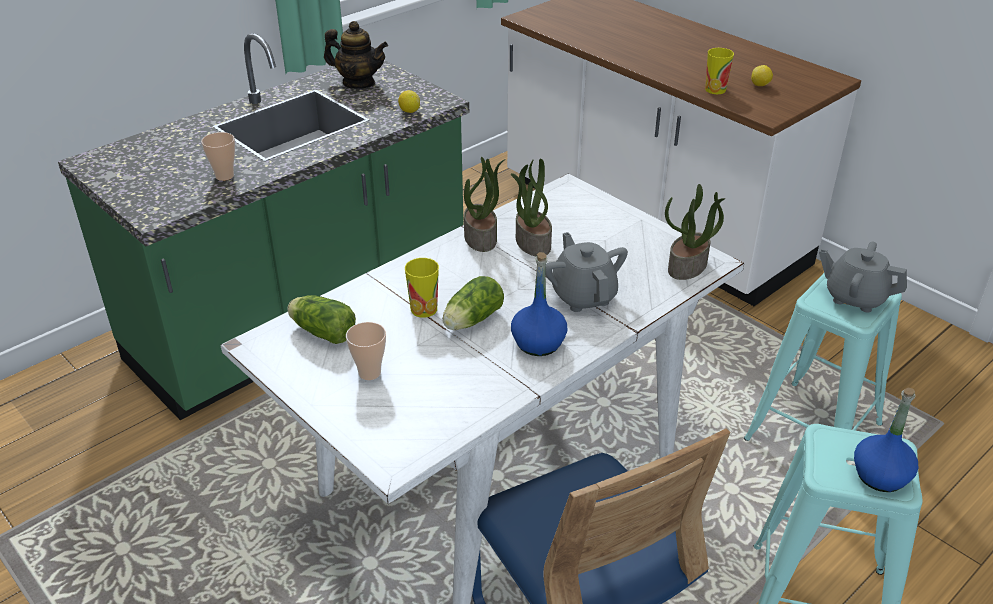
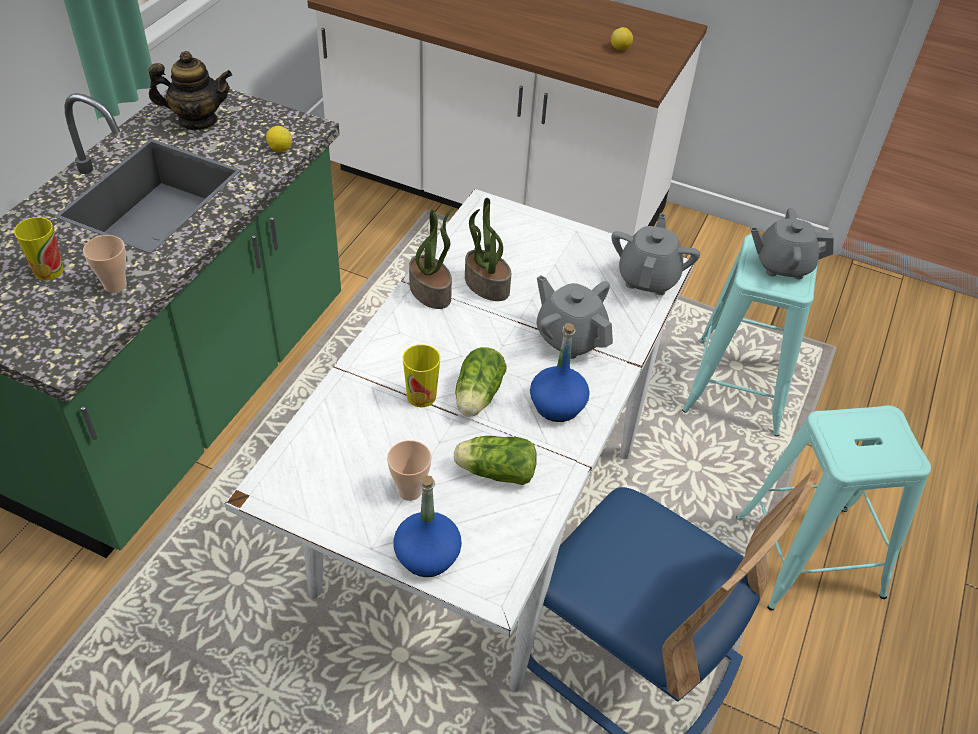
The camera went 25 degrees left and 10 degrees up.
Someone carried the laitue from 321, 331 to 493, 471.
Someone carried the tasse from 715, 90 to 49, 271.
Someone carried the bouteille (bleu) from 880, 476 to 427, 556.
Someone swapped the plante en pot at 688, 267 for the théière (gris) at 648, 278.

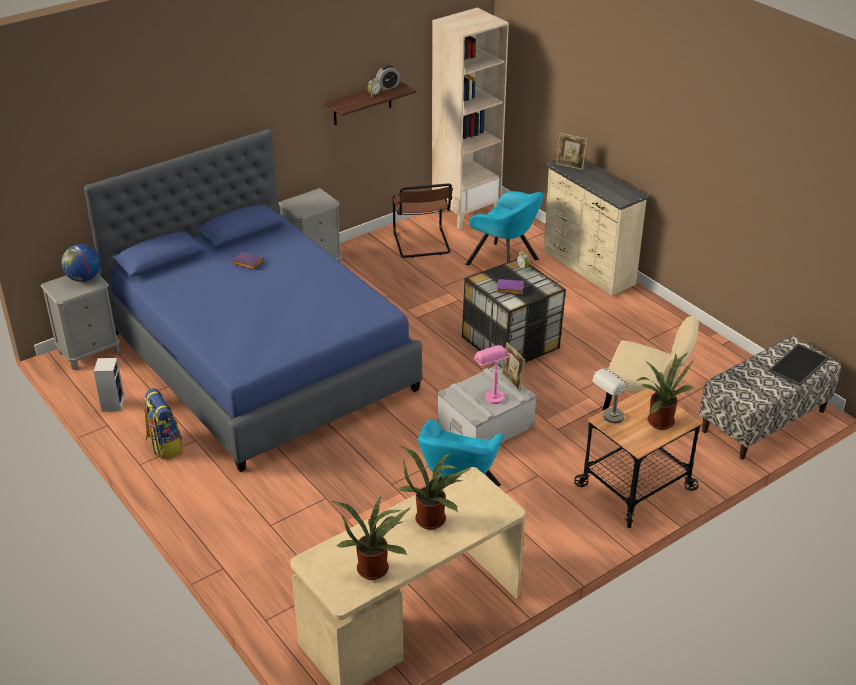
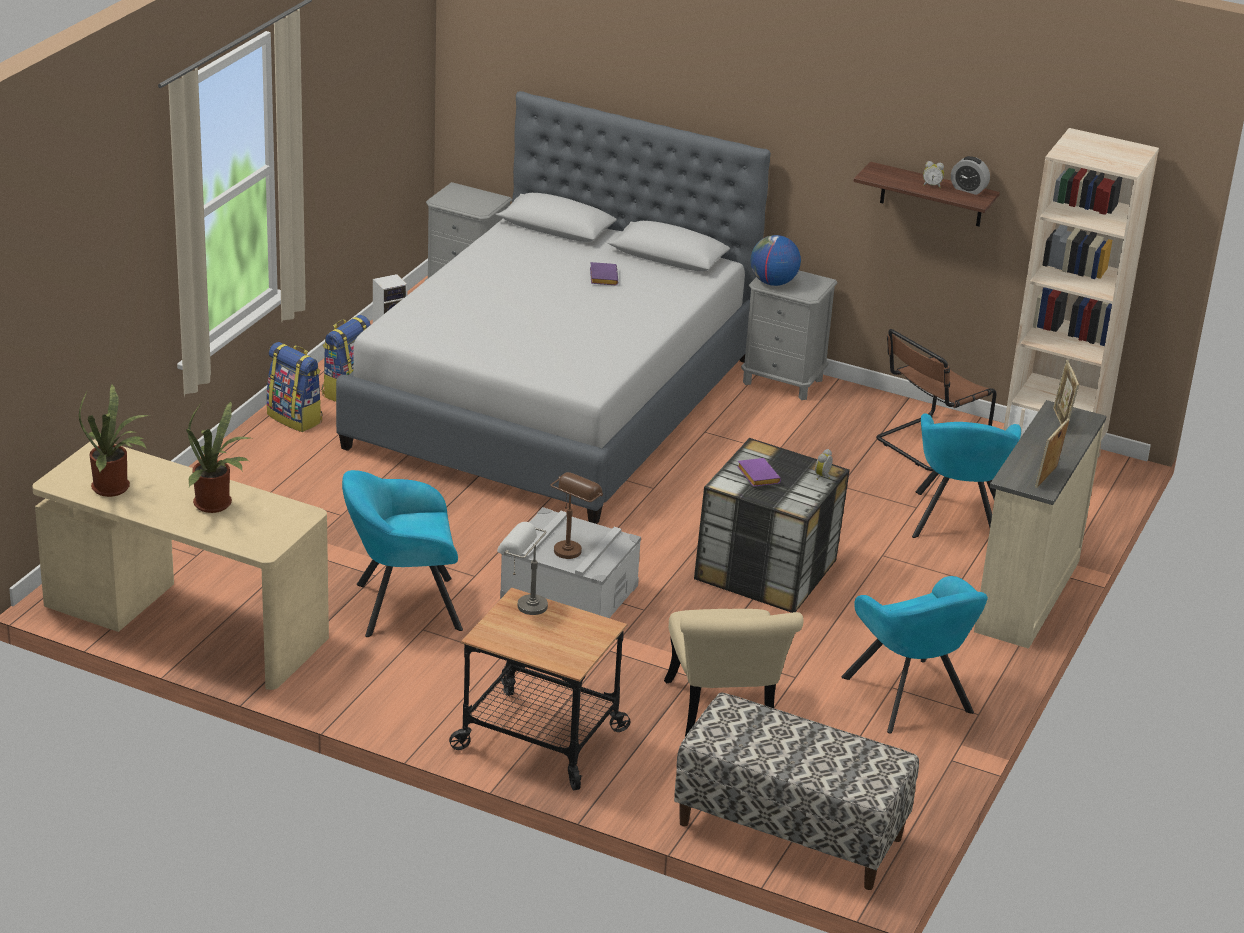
The camera went 60 degrees right and 5 degrees down.
Someone took away the plante en pot at 659, 420.
Someone took away the plateau at 799, 366.
Someone put down the sac à dos at 296, 418.
Someone put down the fauteuil (turquoise) at 910, 699.
Someone carried the globe from 84, 278 to 773, 283.
Someone carried the cadre photo from 512, 382 to 1047, 478.
Someone repainted the lit (bleu) at 261, 359, which became the lit (gris) at 553, 402.
Someone repainted the lampe de table (rose) at 490, 394, which became the lampe de table (marron) at 572, 546.

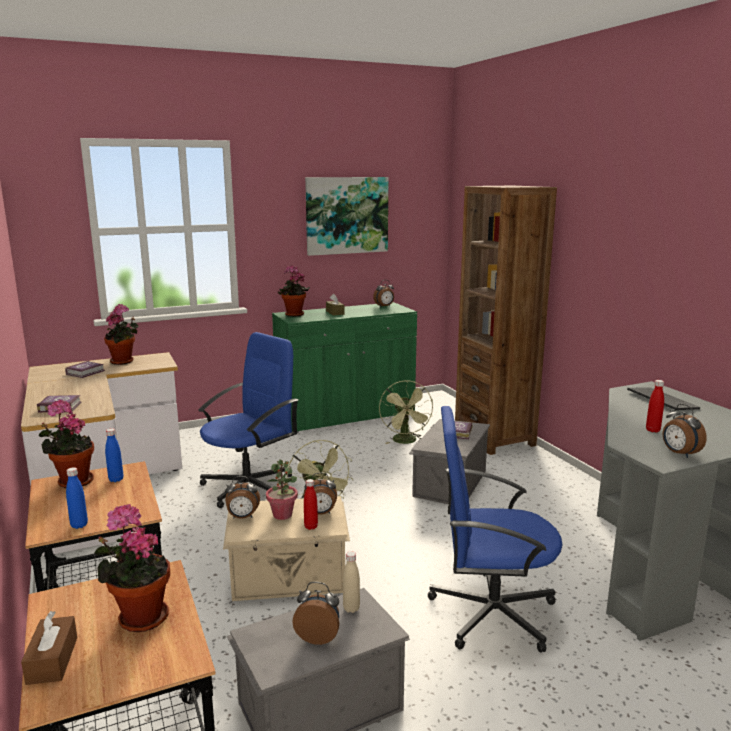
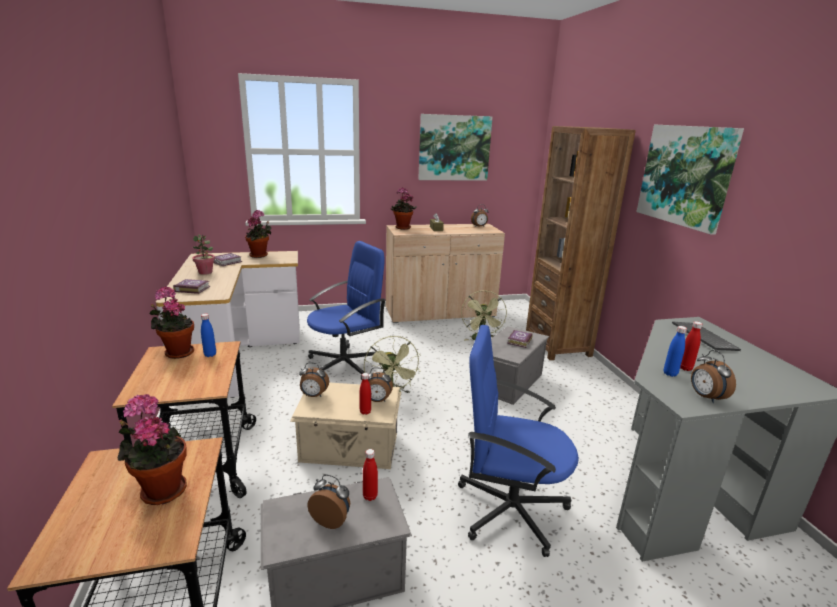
The camera went 10 degrees right and 5 degrees up.
Someone took away the boîte à mouchoirs (marron) at 52, 660.
Someone put up the tableau at 686, 175.
Someone carried the bouteille (bleu) from 79, 525 to 670, 373.
Someone carried the plante en pot from 282, 515 to 205, 272.
Someone repainted the meuble de rangement (vert) at 346, 415, which became the meuble de rangement (beige) at 440, 312.
Someone repainted the bouteille (beige) at 351, 608, which became the bouteille (rouge) at 370, 496.

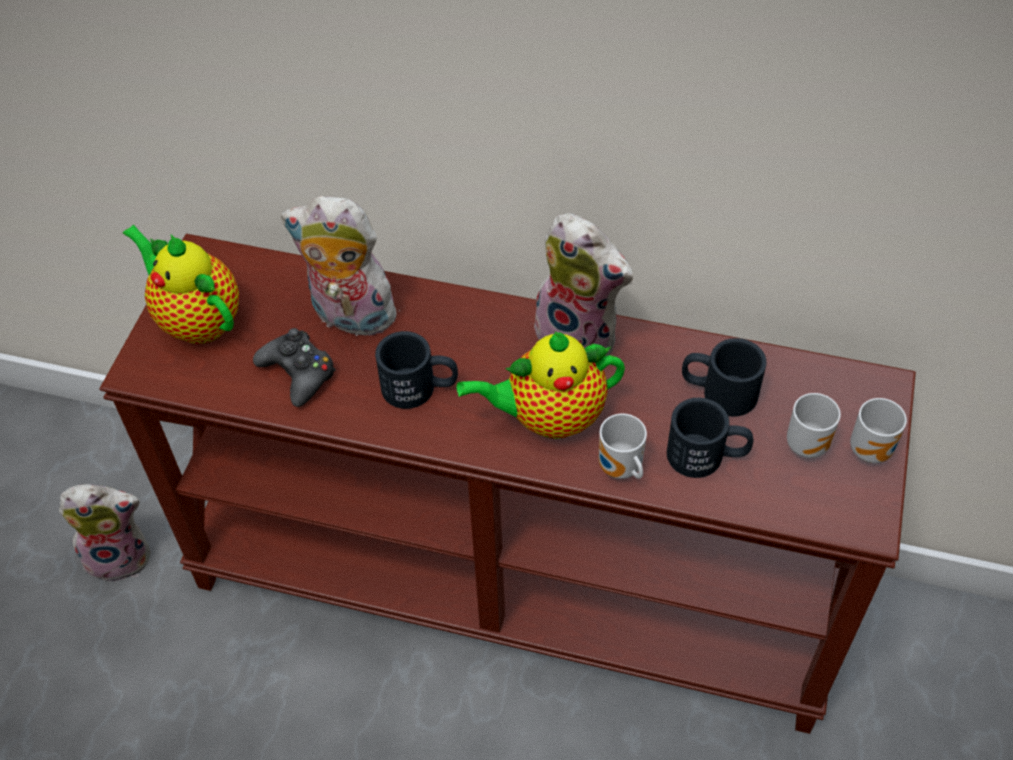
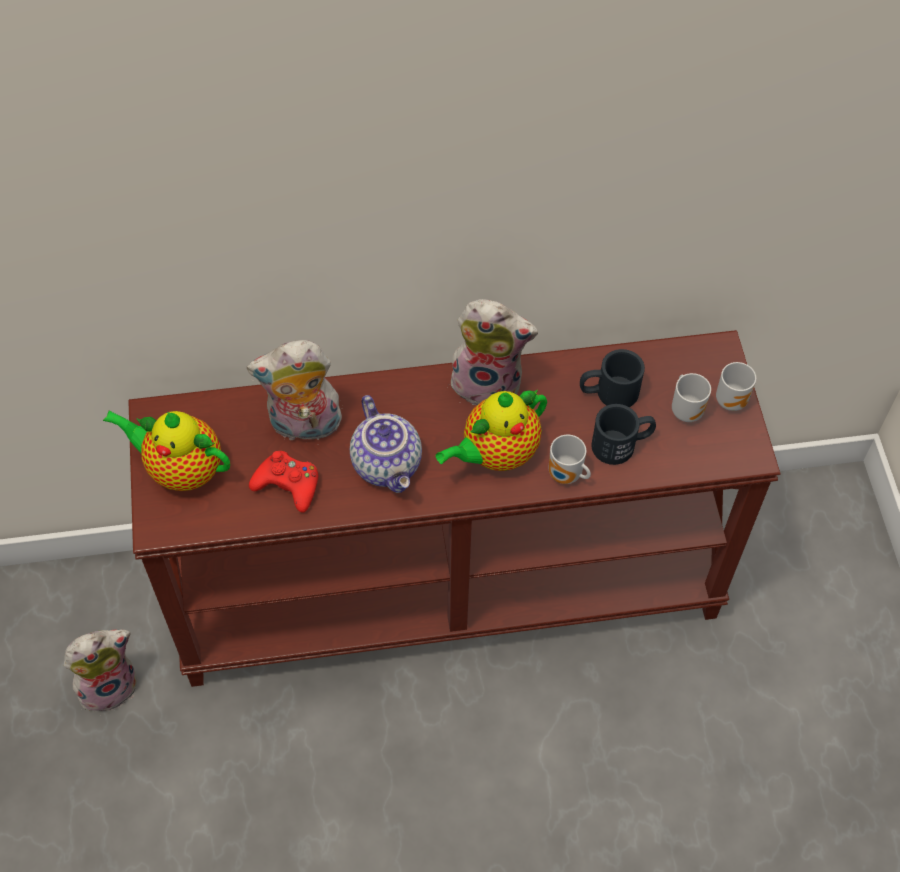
The camera went 25 degrees left and 5 degrees up.
Someone swapped the mug (noir) at 420, 388 for the théière at 388, 464.
Someone repainted the manette (noir) at 298, 373, which became the manette (rouge) at 288, 485.

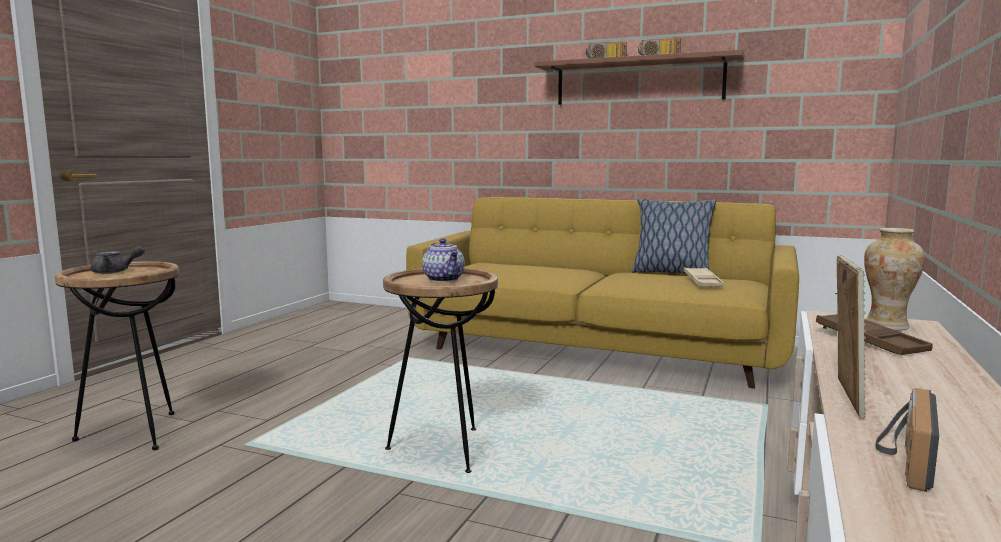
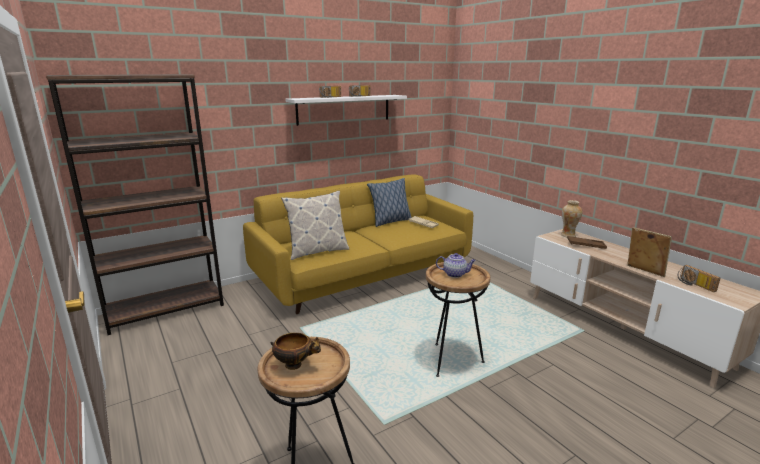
The camera went 55 degrees left and 10 degrees up.
Someone put down the bibliothèque (marron) at 166, 310.
Someone put down the coussin at 317, 251.
Someone swapped the théière (gris) at 115, 272 for the bol at 295, 365.
Someone repainted the étagère (marron) at 638, 81, which became the étagère (blanc) at 344, 109.

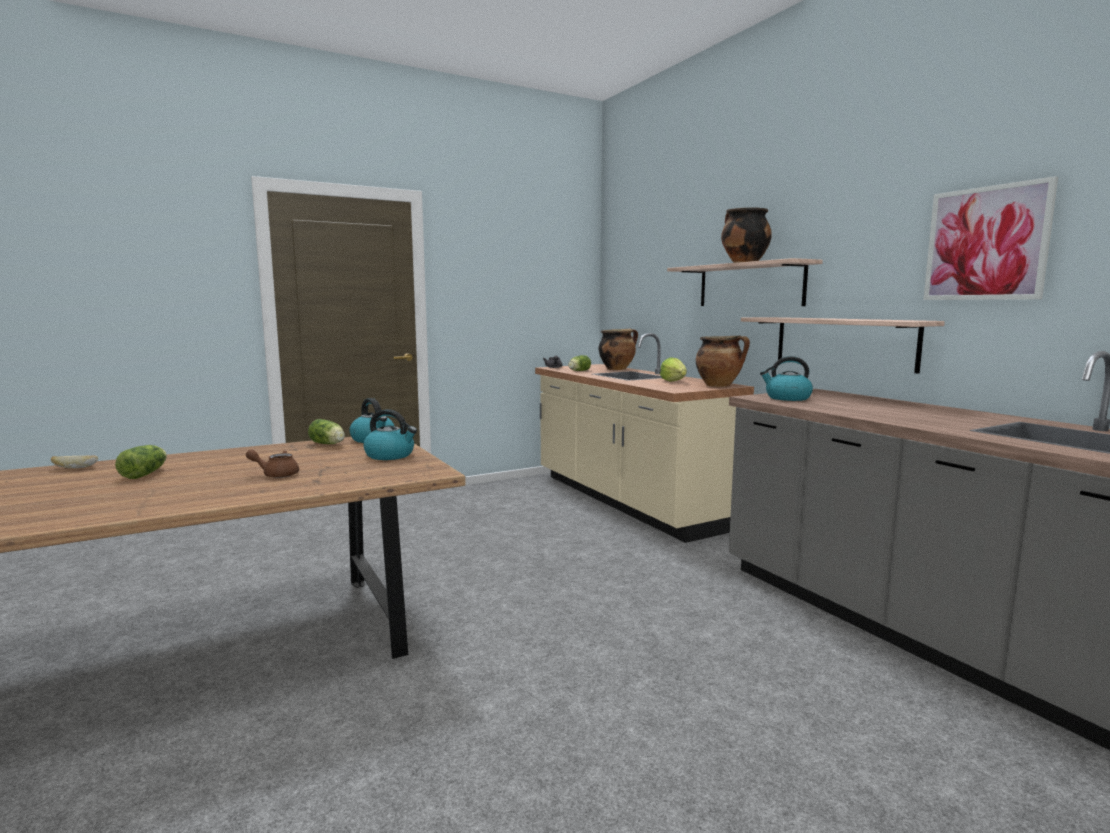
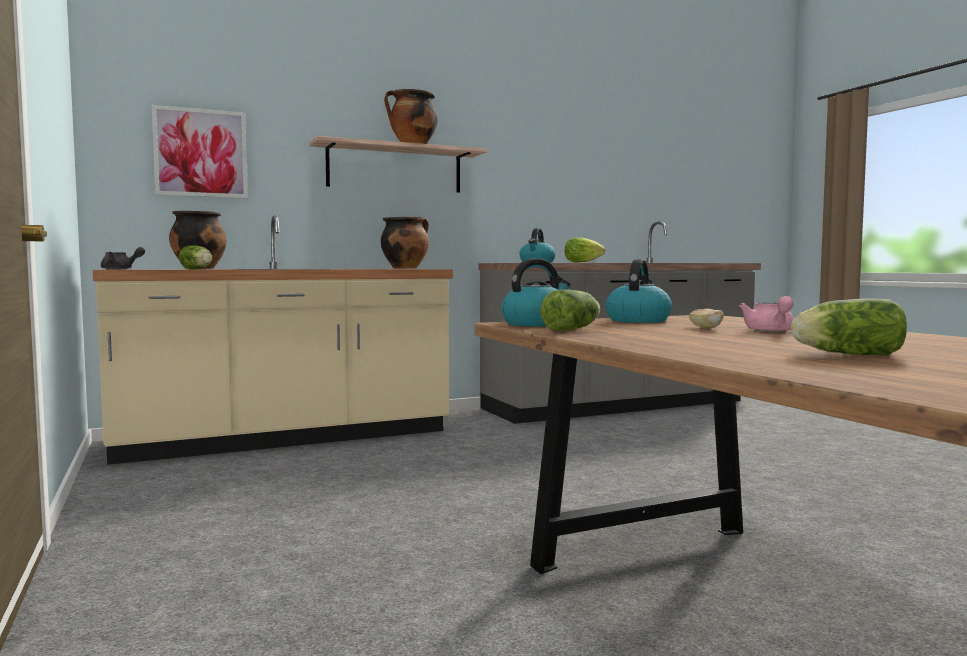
The camera went 85 degrees left and 5 degrees down.
Someone took away the étagère at 843, 342.
Someone carried the pain from 75, 468 to 705, 328.
Someone carried the laitue from 674, 381 to 582, 262.
Someone carried the tableau from 986, 243 to 201, 153.
Someone repainted the théière (marron) at 276, 474, which became the théière (rose) at 771, 331.

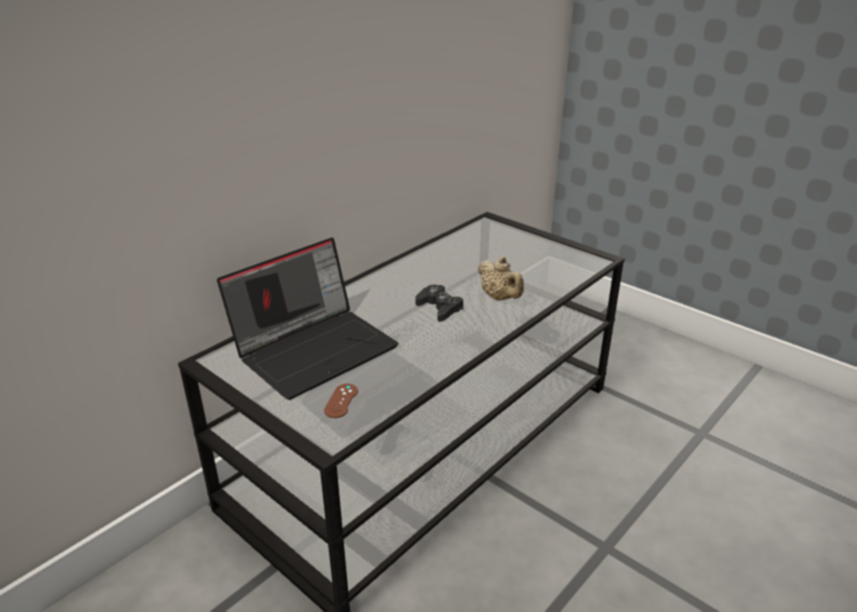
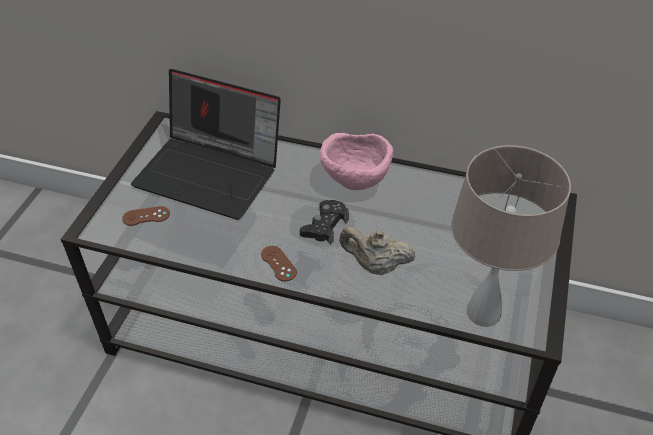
The camera went 65 degrees right and 15 degrees up.
Someone put down the manette (marron) at 278, 263.
Someone put down the bol (rose) at 355, 182.
Someone put down the lampe de table (beige) at 482, 312.
Someone rotated the théière (beige) at 500, 298 by 75 degrees clockwise.

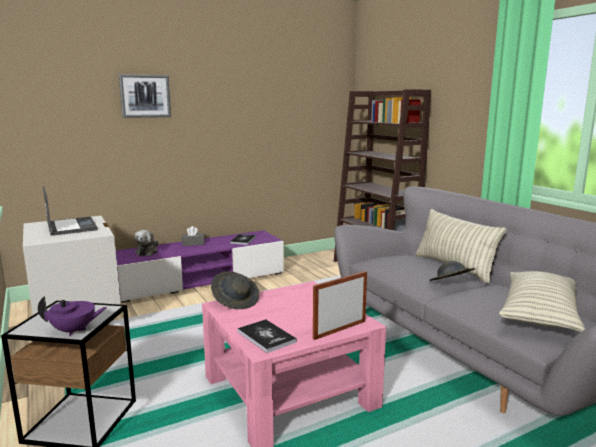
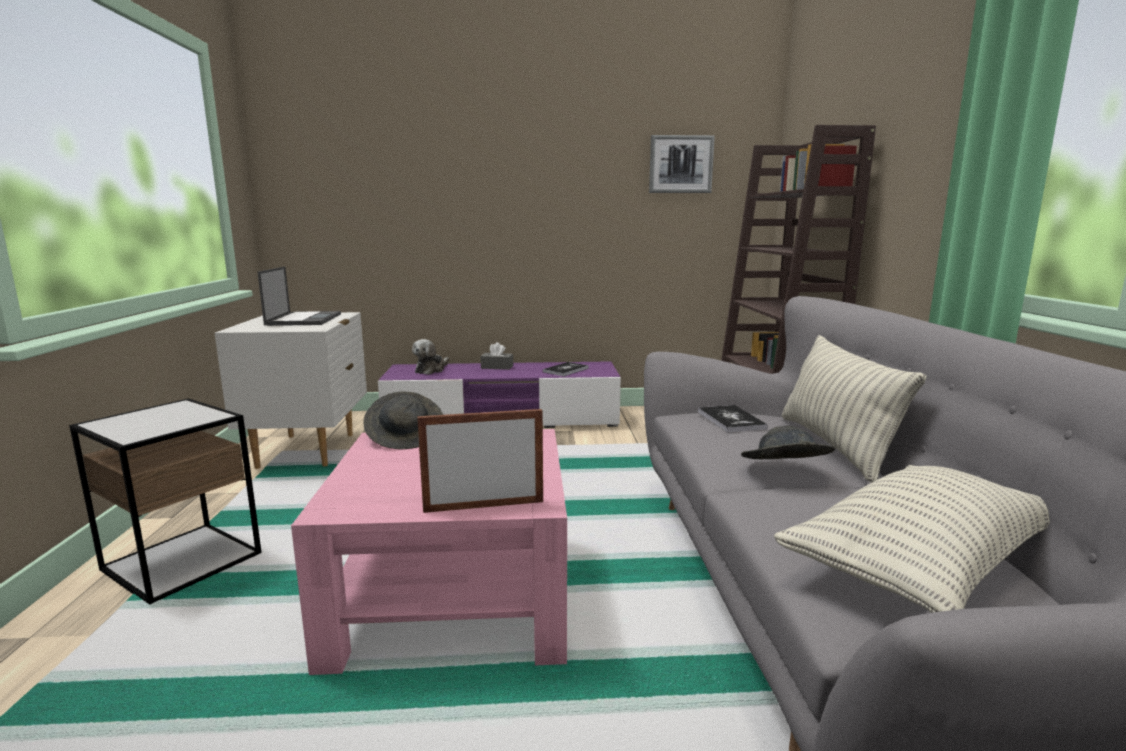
The camera went 25 degrees right and 0 degrees up.
Someone took away the théière (violet) at 74, 330.
Someone carried the tableau from 145, 96 to 680, 164.
Someone carried the livre from 266, 337 to 730, 420.

